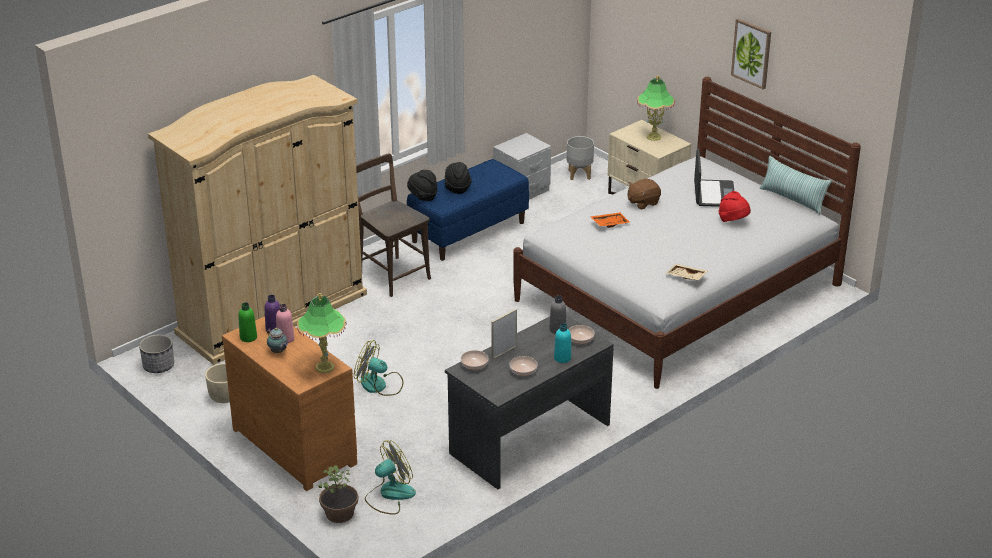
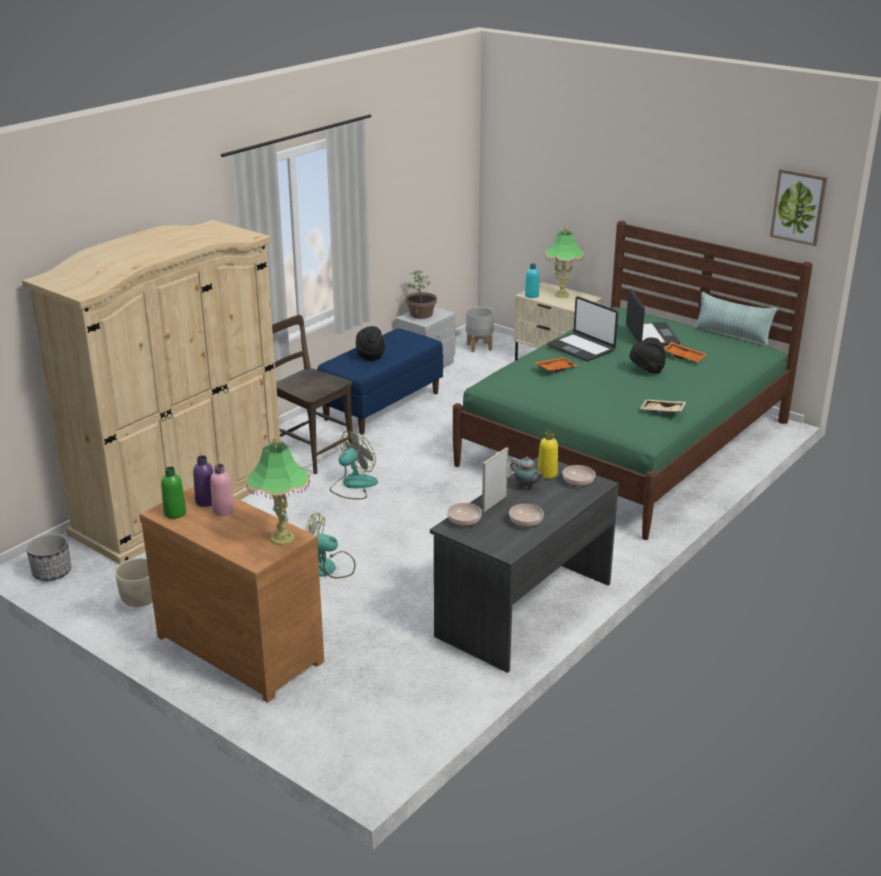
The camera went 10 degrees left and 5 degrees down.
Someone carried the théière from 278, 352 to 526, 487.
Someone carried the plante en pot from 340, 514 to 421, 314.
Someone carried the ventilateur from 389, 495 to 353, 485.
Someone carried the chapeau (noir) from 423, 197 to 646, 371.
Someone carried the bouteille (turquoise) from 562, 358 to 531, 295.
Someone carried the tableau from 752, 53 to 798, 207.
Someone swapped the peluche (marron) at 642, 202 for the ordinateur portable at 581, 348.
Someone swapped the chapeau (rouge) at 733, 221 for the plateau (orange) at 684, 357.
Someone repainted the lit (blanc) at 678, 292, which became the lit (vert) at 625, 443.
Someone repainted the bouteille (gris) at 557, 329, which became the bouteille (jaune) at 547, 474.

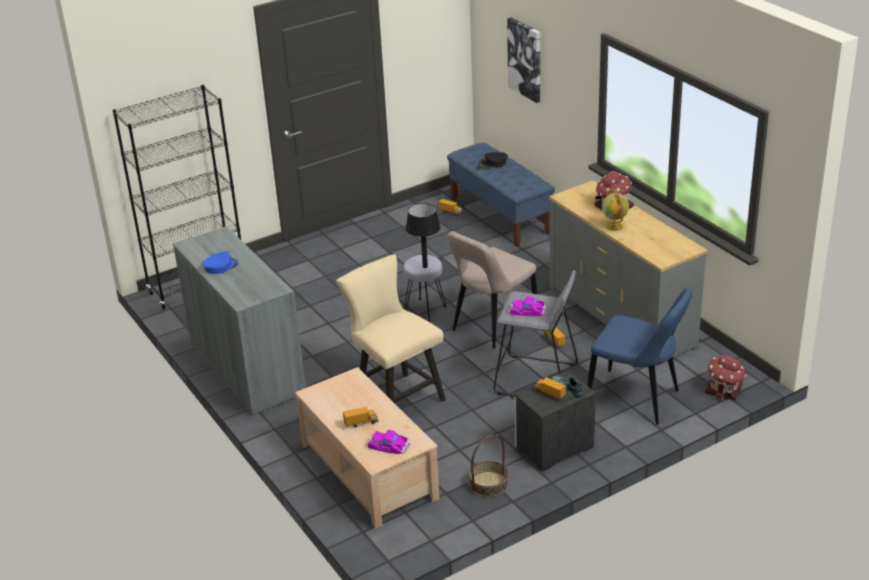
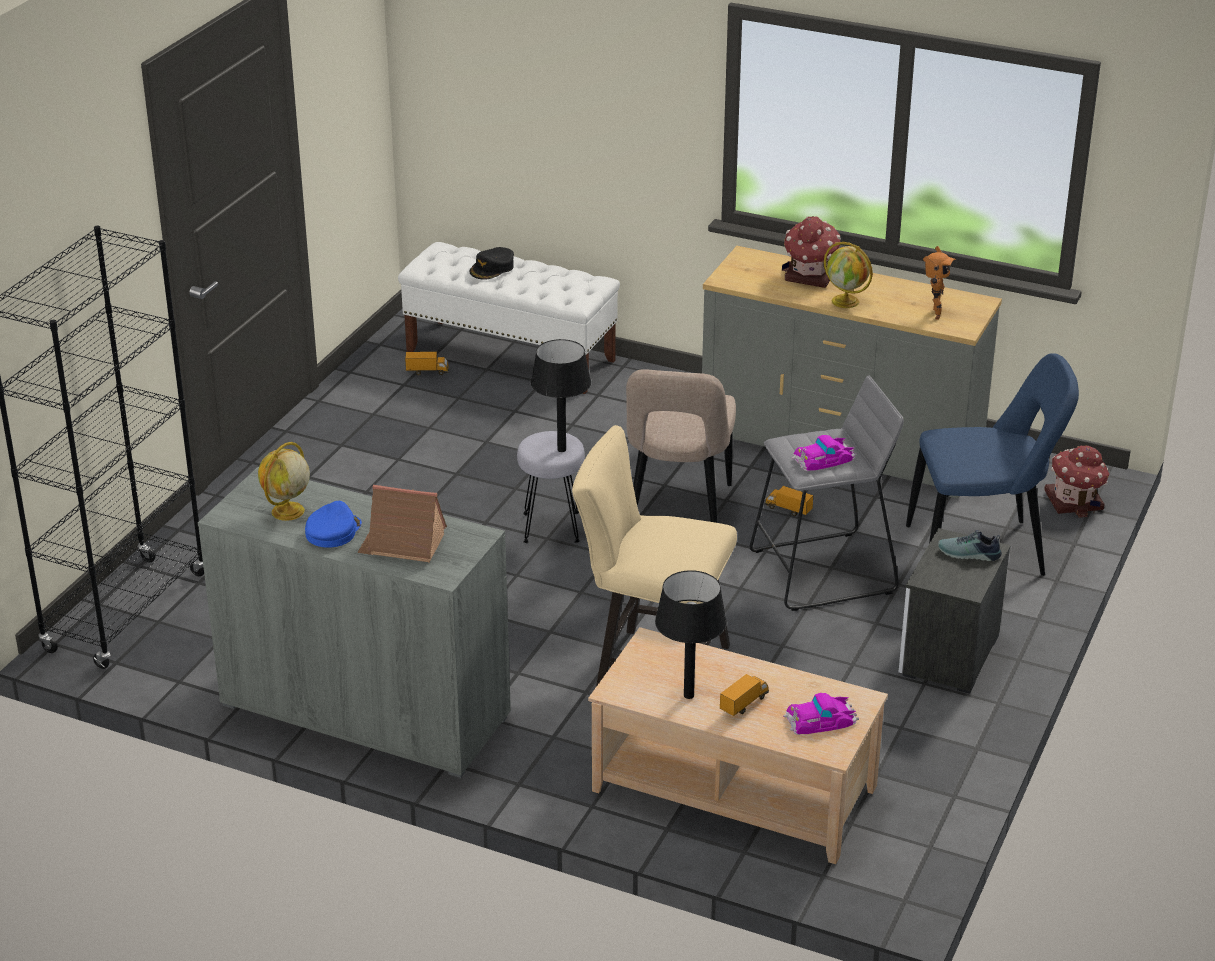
The camera went 35 degrees left and 0 degrees up.
Someone took away the panier at 488, 484.
Someone took away the tableau at 525, 59.
Someone took away the camion jouet at 549, 394.
Someone put down the globe at 287, 512.
Someone put down the maison miniature at 403, 544.
Someone put down the lampe de table (noir) at 688, 695.
Someone put down the robot jouet at 933, 314.
Someone repainted the banc (bleu) at 500, 216, which became the banc (blanc) at 511, 356.

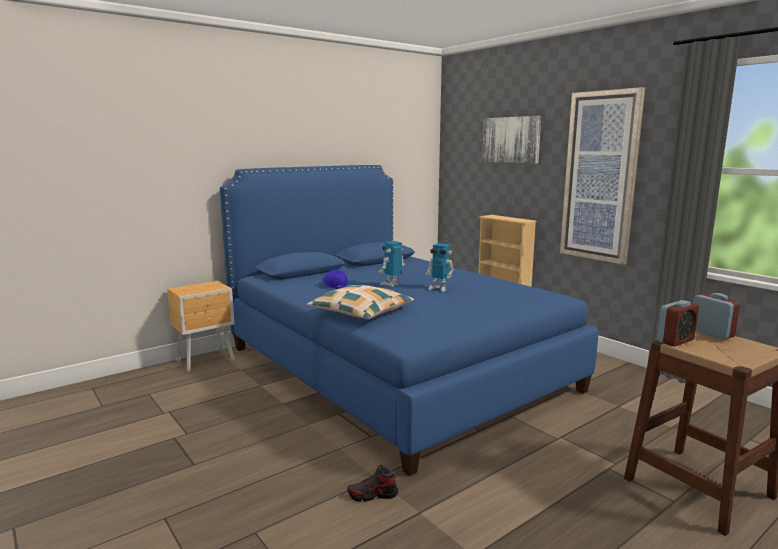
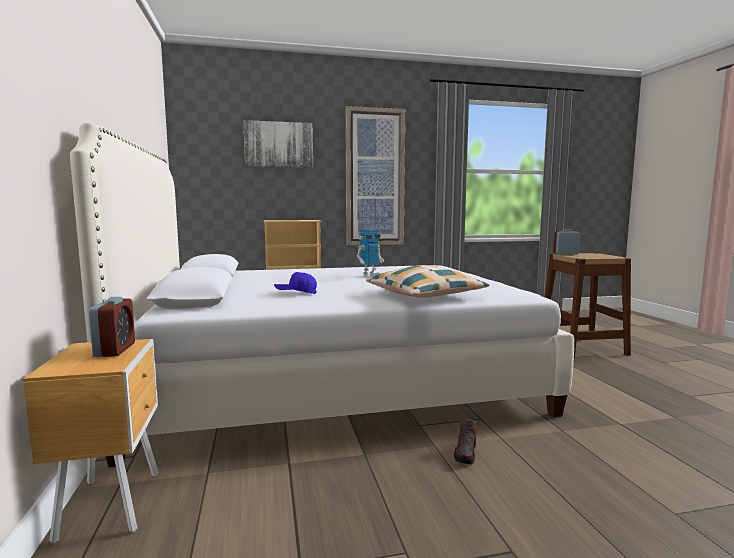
The camera went 65 degrees left and 5 degrees down.
Someone took away the robot jouet at 391, 284.
Someone carried the chaussure from 372, 495 to 466, 453.
Someone carried the réveil from 675, 341 to 115, 350.
Someone repainted the lit (bleu) at 393, 368, which became the lit (blanc) at 333, 381.

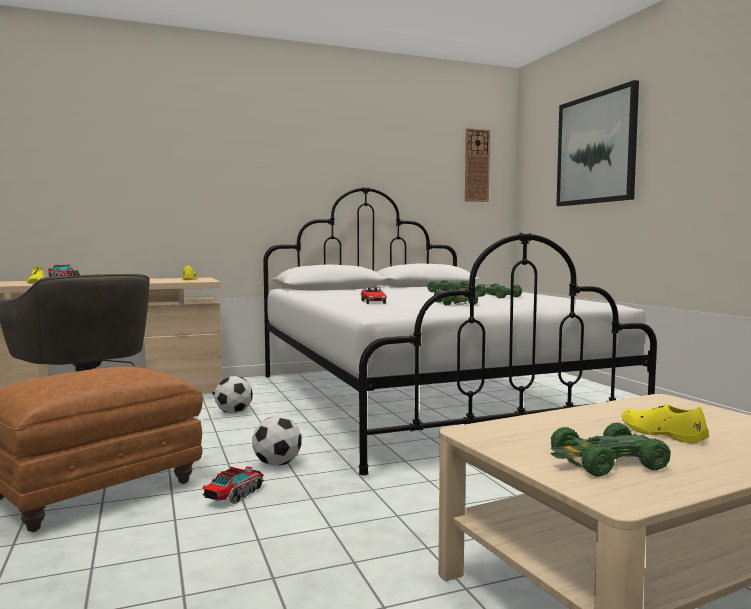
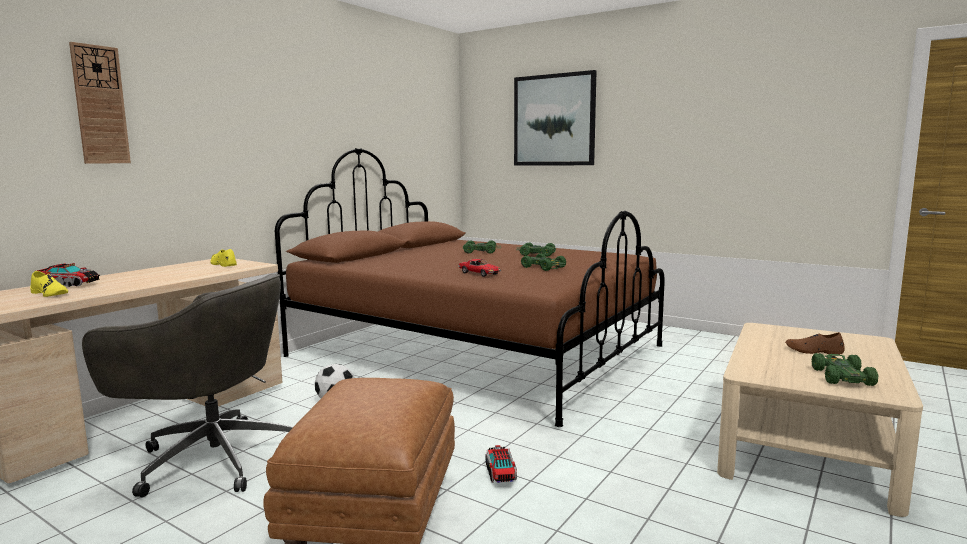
The camera went 35 degrees left and 5 degrees up.
Someone took away the ballon de foot at 277, 464.
Someone carried the horloge murale from 476, 165 to 100, 105.
Someone repainted the lit (blanc) at 424, 401, which became the lit (marron) at 475, 351.
Someone repainted the chaussure (jaune) at 661, 433, which became the chaussure (marron) at 814, 351.
Someone rotated the petite voiture (vert) at 606, 462 by 150 degrees clockwise.

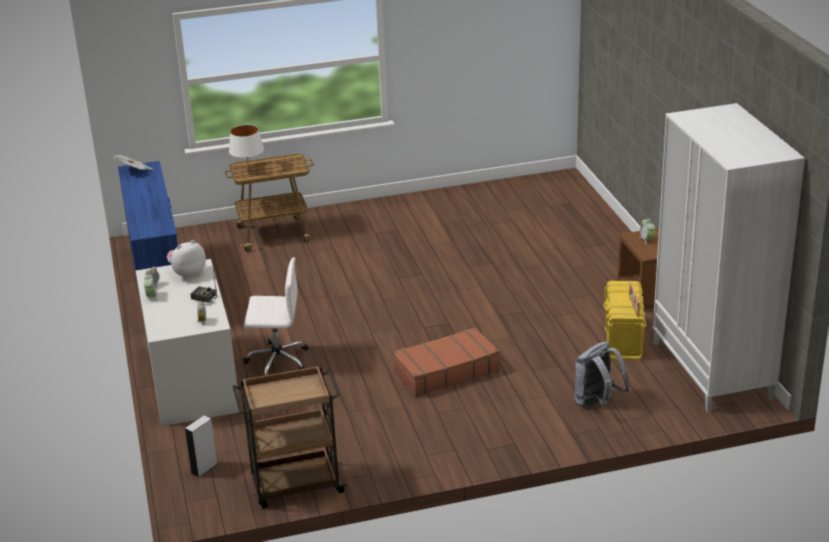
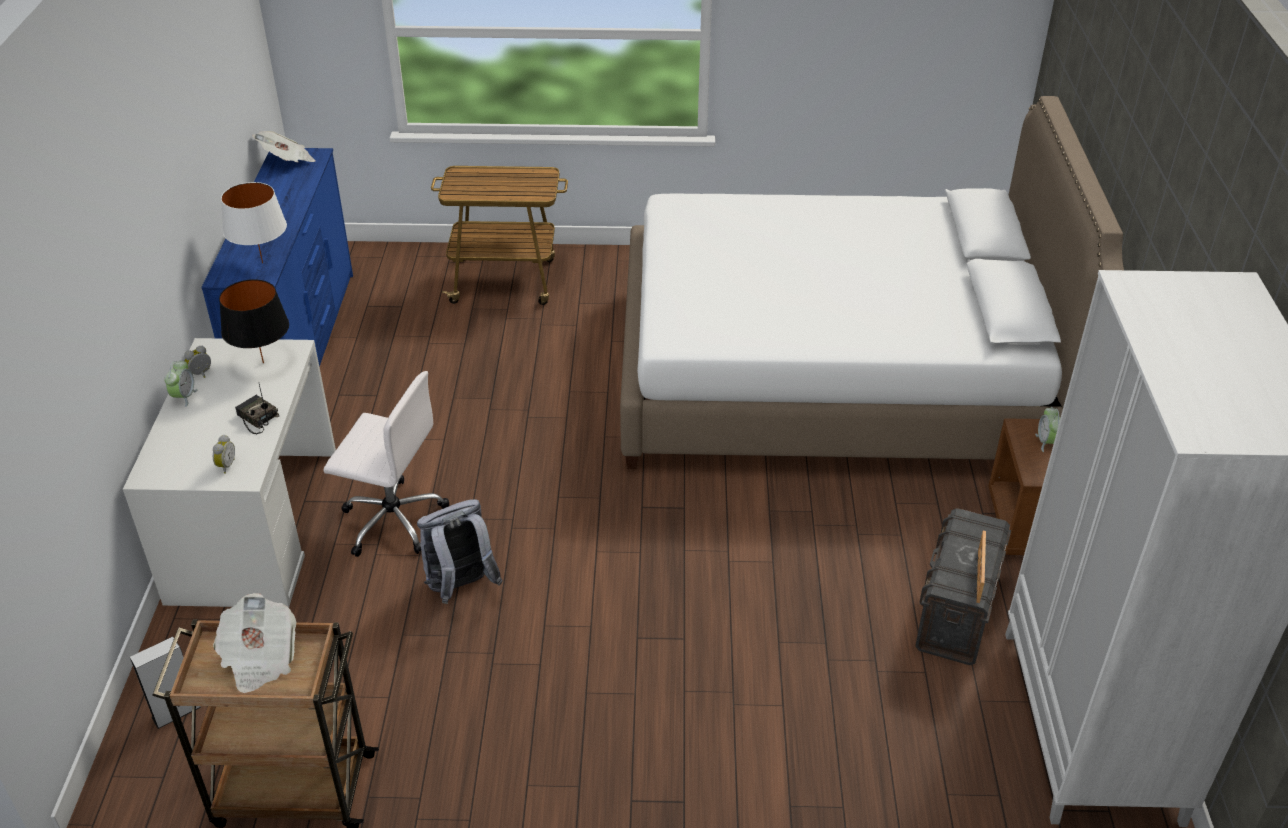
The camera went 15 degrees right and 10 degrees up.
Someone took away the valise (marron) at 445, 371.
Someone put down the journal at 259, 658.
Someone put down the lit (blanc) at 830, 376.
Someone carried the lampe de table (blanc) from 248, 170 to 262, 263.
Someone carried the sac à dos (gris) from 597, 403 to 461, 587.
Someone swapped the peluche at 187, 274 for the lampe de table (noir) at 263, 362.
Someone repainted the boîte de rangement (jaune) at 623, 339, which became the boîte de rangement (gris) at 956, 613.

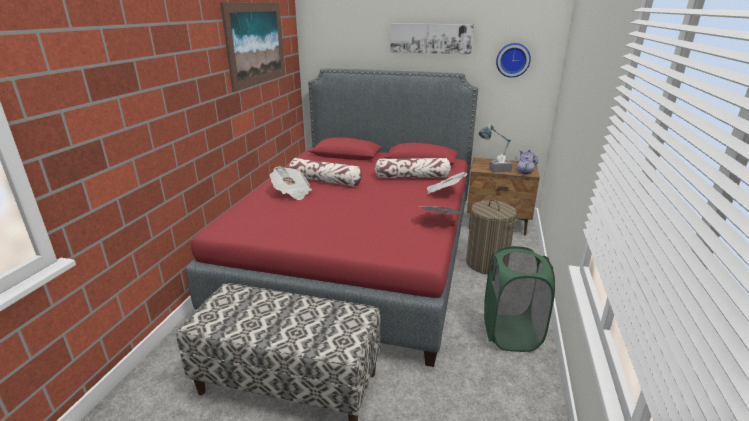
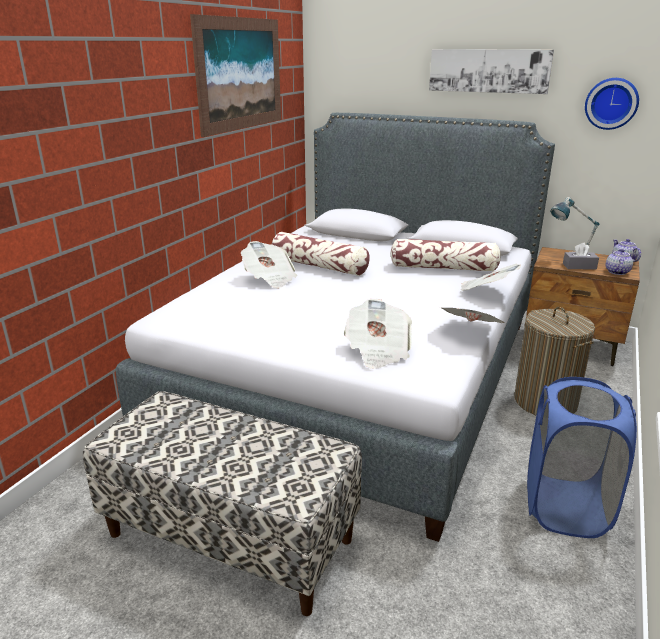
The camera went 10 degrees right and 0 degrees up.
Someone put down the journal at 377, 351.
Someone repainted the lit (rouge) at 359, 256, which became the lit (gris) at 360, 374.
Someone repainted the panier à linge (vert) at 511, 333, which became the panier à linge (bleu) at 565, 507.

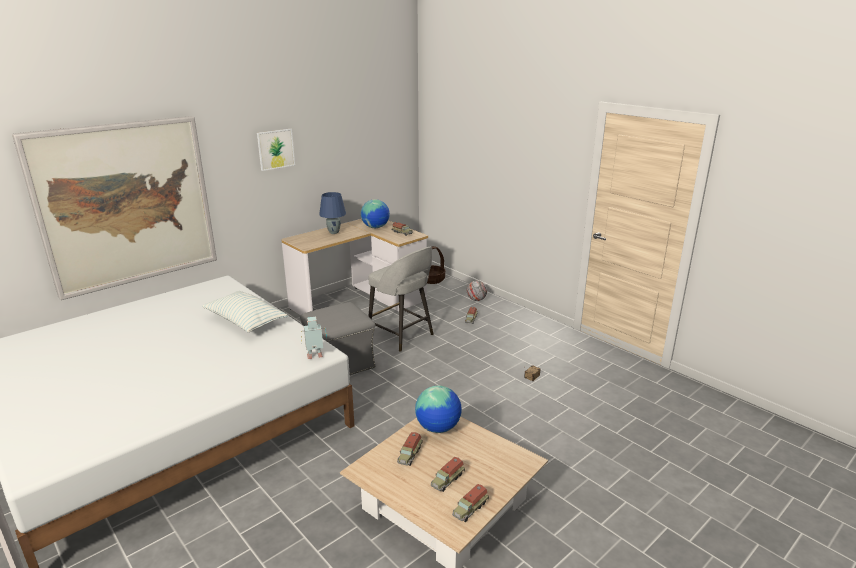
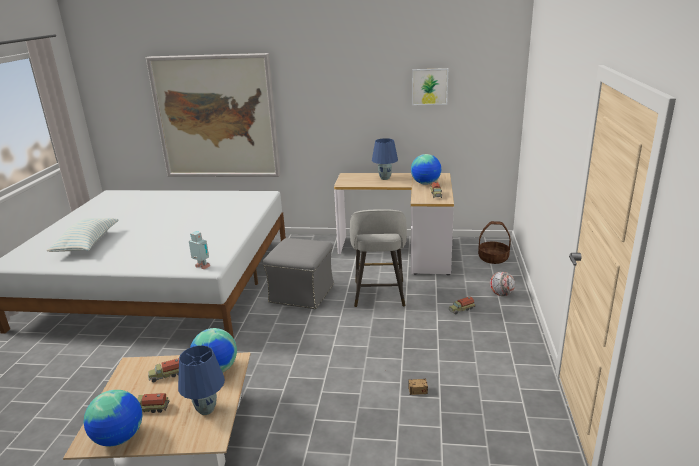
The camera went 50 degrees right and 0 degrees up.
Someone put down the lampe de table (bleu) at 207, 409.
Someone carried the coussin from 245, 321 to 87, 244.
Someone carried the tableau from 276, 149 to 429, 86.
Someone swapped the camion jouet at 470, 509 for the globe at 119, 438.

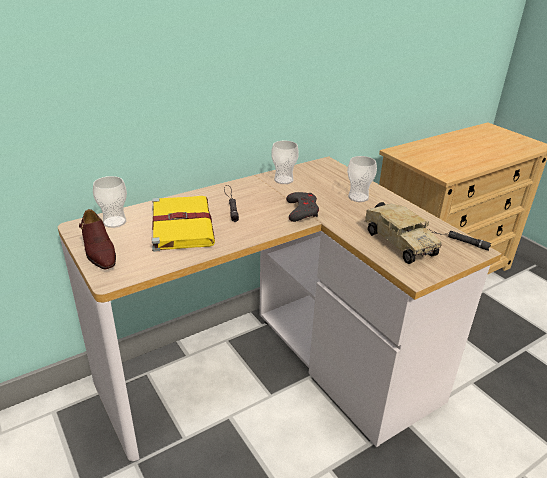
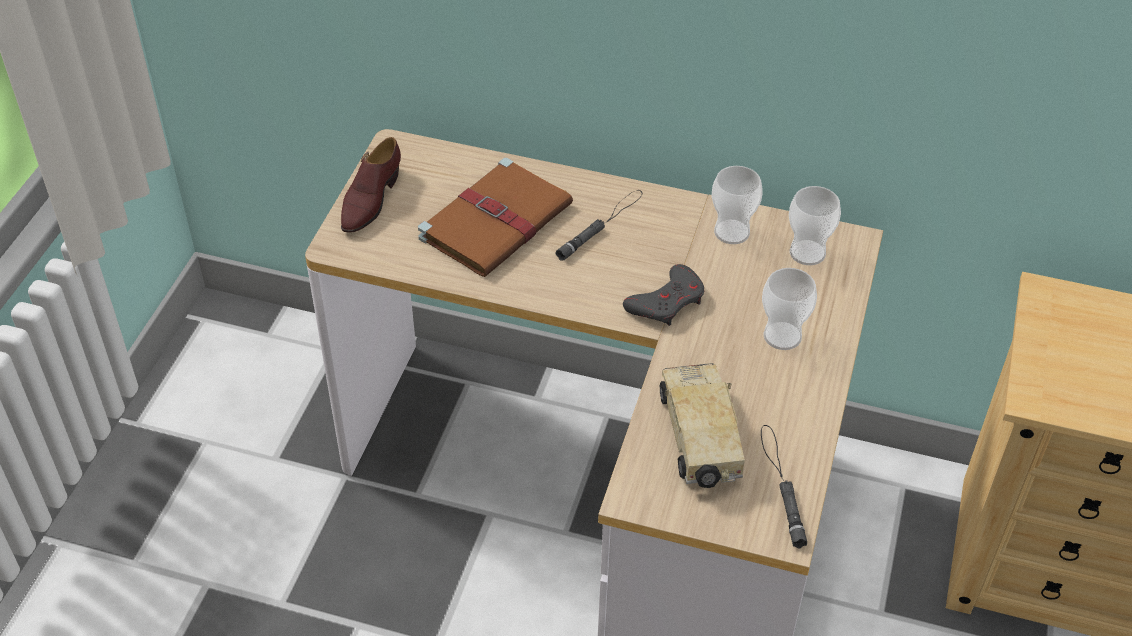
The camera went 50 degrees right and 15 degrees up.
Someone carried the tasse from 114, 222 to 807, 253.
Someone repainted the livre (jaune) at 181, 224, which became the livre (marron) at 497, 220.
Someone rotated the camion jouet at 397, 242 by 150 degrees clockwise.

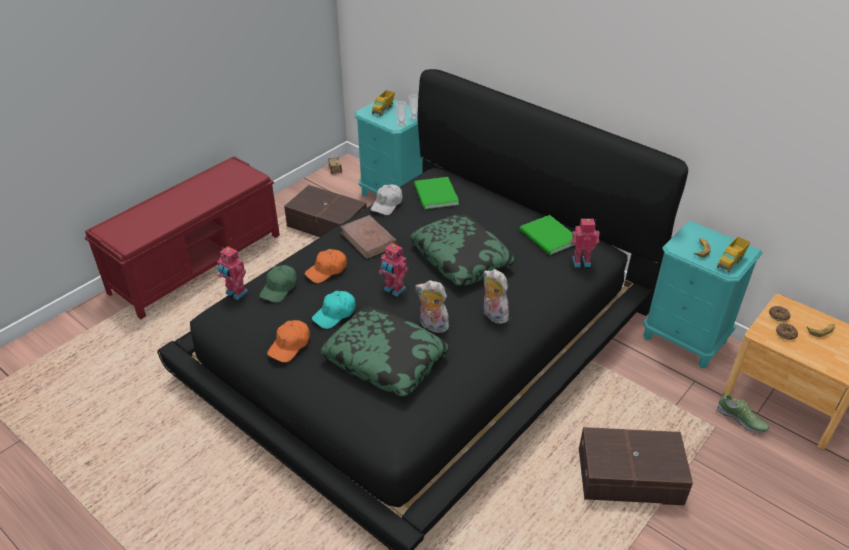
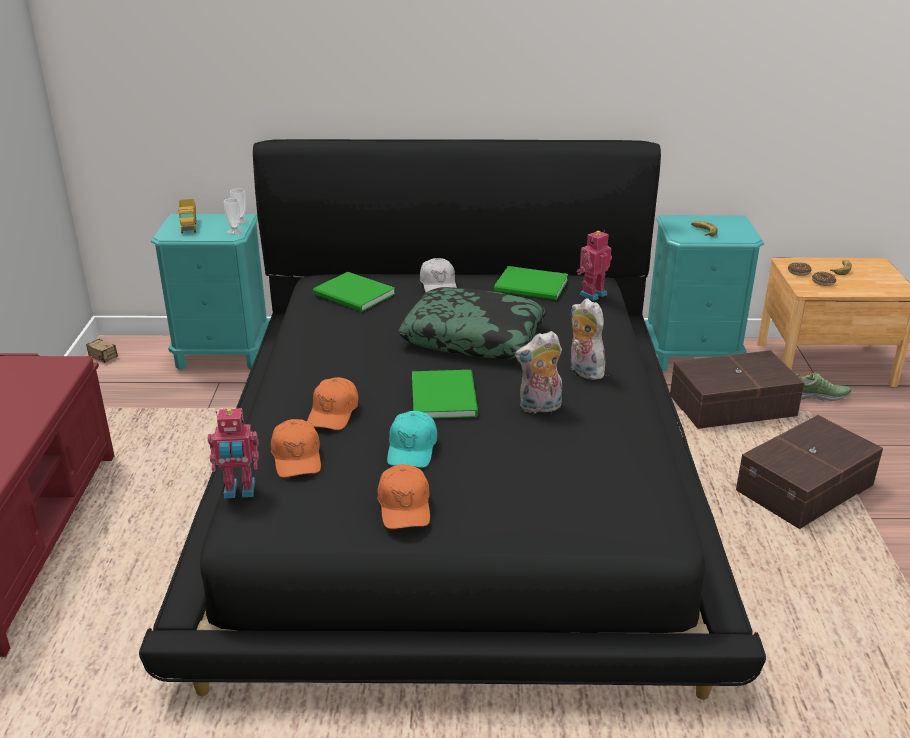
The camera went 40 degrees left and 10 degrees down.
Someone took away the coussin at 386, 359.
Someone took away the livre (marron) at 368, 239.
Someone took away the camion jouet at 730, 262.
Someone carried the boîte de rangement (marron) from 327, 224 to 730, 405.
Someone carried the casquette (blanc) from 387, 204 to 438, 285.
Someone swapped the robot jouet at 394, 290 for the livre (vert) at 445, 395.
Someone repainted the casquette (vert) at 279, 288, which became the casquette (orange) at 297, 457.
Someone rotated the peluche at 493, 315 by 45 degrees clockwise.

